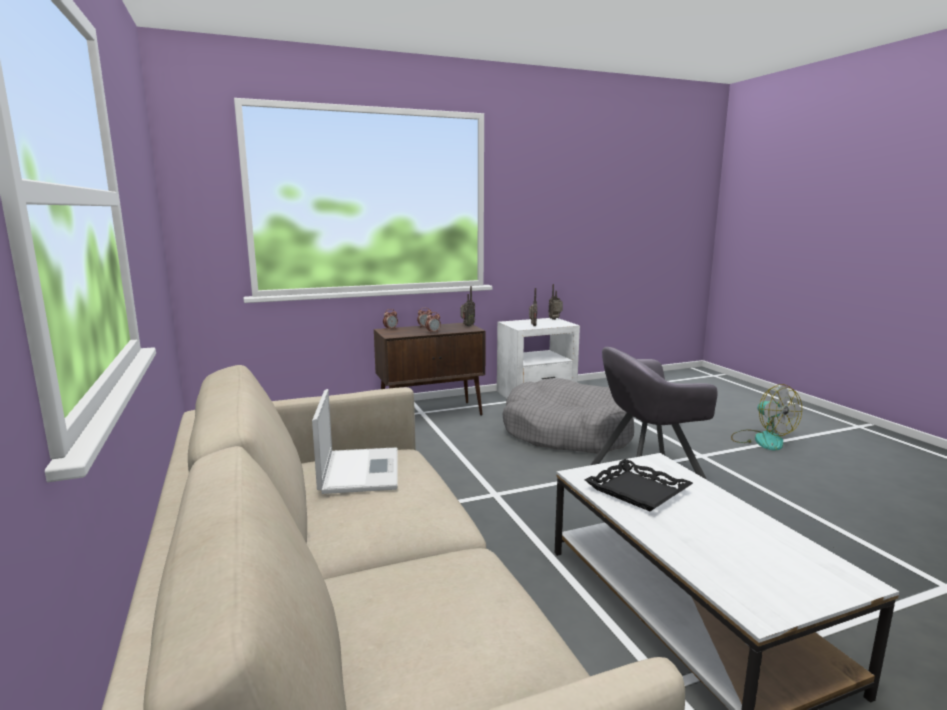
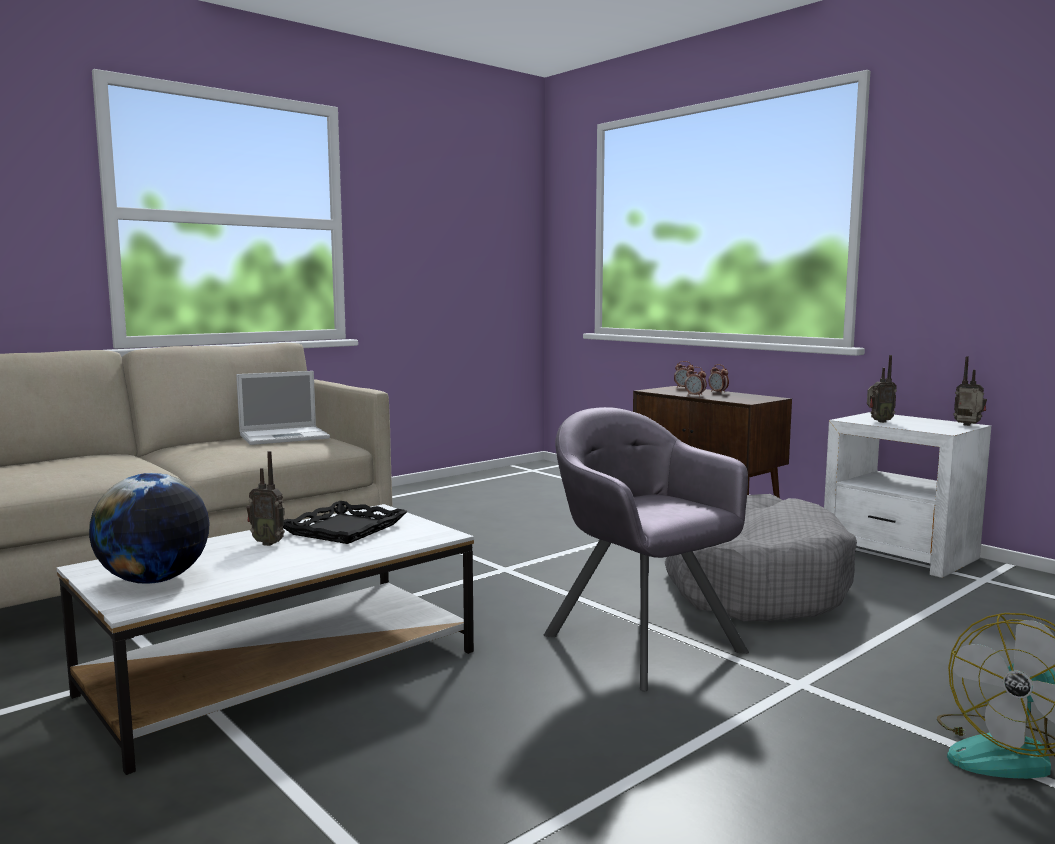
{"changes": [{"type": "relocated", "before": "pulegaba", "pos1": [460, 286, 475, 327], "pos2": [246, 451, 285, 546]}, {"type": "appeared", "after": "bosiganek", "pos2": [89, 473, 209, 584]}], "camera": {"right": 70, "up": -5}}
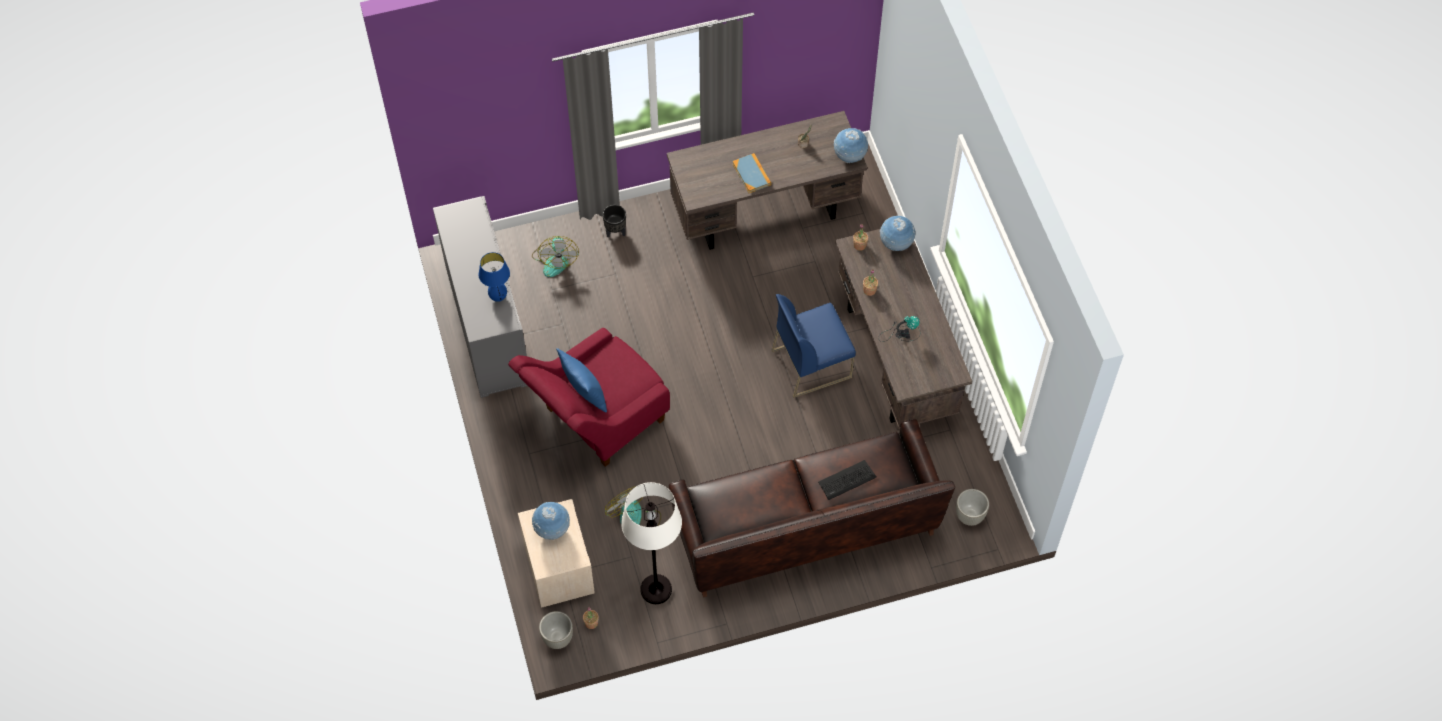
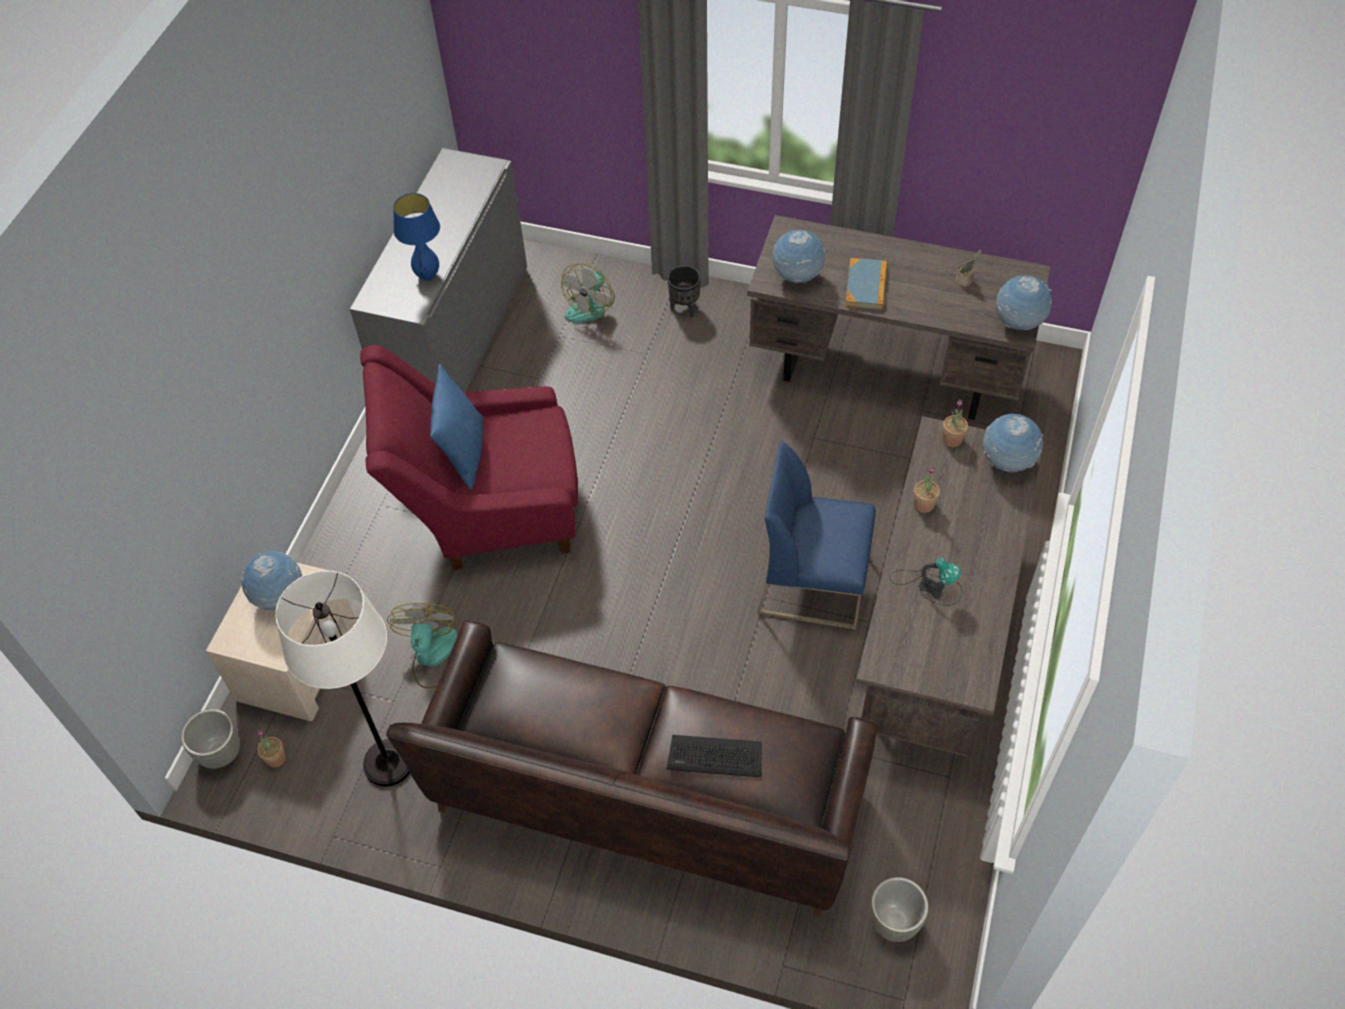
{"changes": [{"type": "appeared", "after": "bosiganek", "pos2": [772, 230, 825, 283]}], "camera": {"right": 35, "up": -5}}
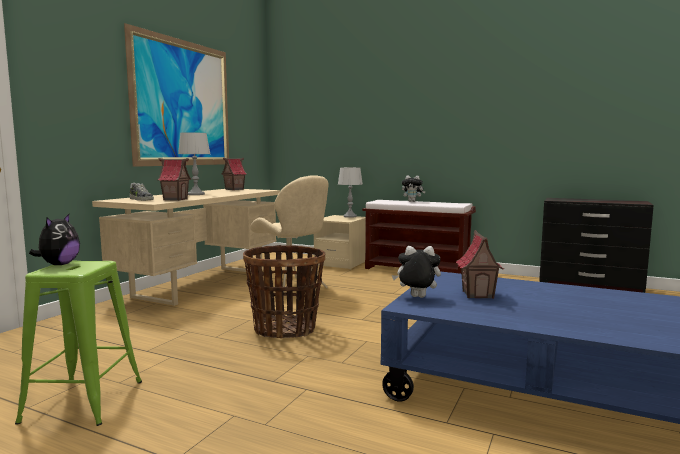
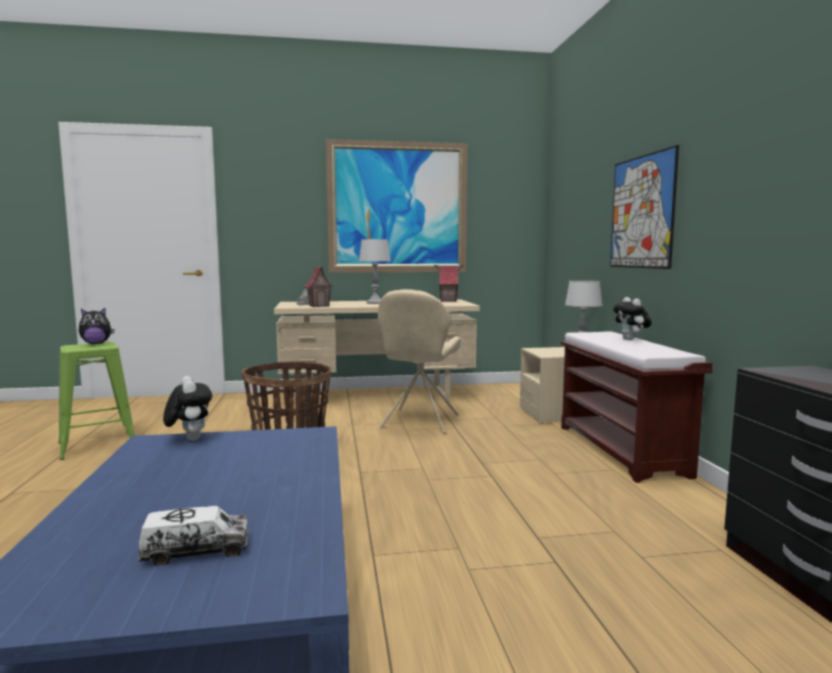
{"changes": [{"type": "missing", "before": "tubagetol", "pos1": [456, 230, 504, 299]}, {"type": "appeared", "after": "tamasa", "pos2": [138, 506, 248, 566]}, {"type": "appeared", "after": "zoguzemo", "pos2": [610, 145, 679, 269]}], "camera": {"right": 55, "up": 0}}
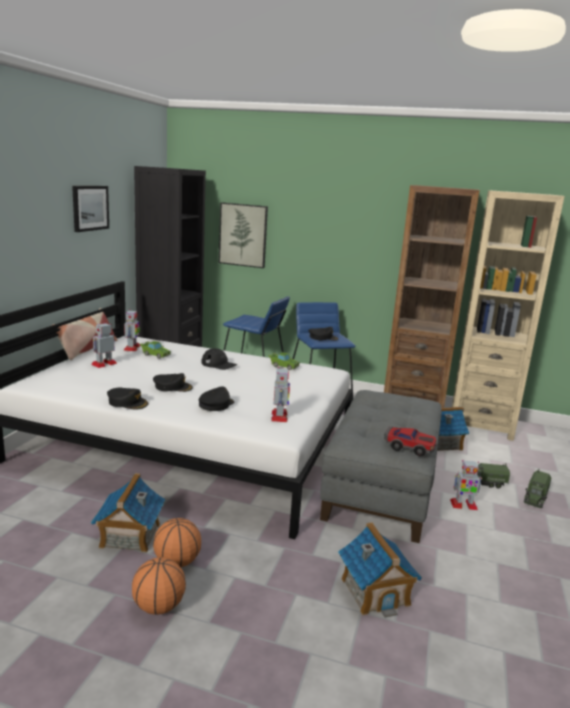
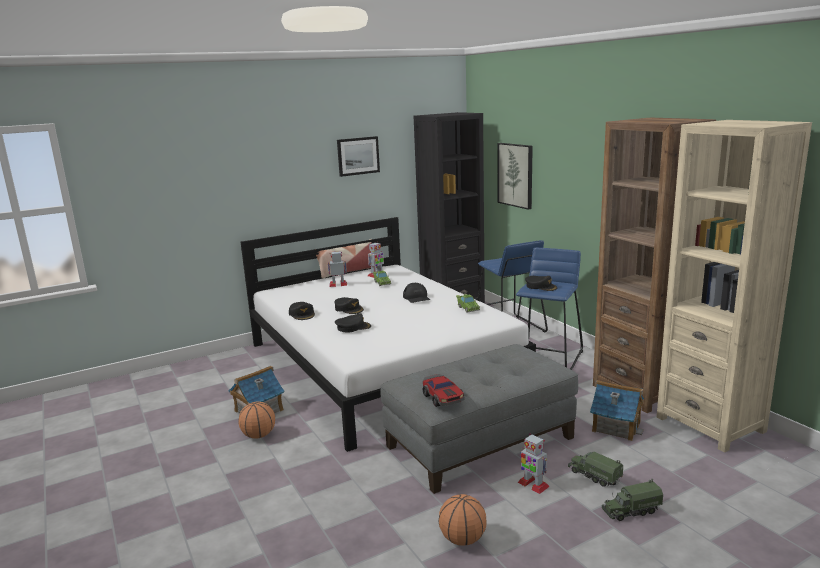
{"changes": [{"type": "relocated", "before": "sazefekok", "pos1": [132, 557, 186, 615], "pos2": [439, 494, 486, 546]}, {"type": "missing", "before": "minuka", "pos1": [271, 367, 290, 422]}, {"type": "missing", "before": "tubagetol", "pos1": [338, 522, 422, 617]}], "camera": {"right": 45, "up": 0}}
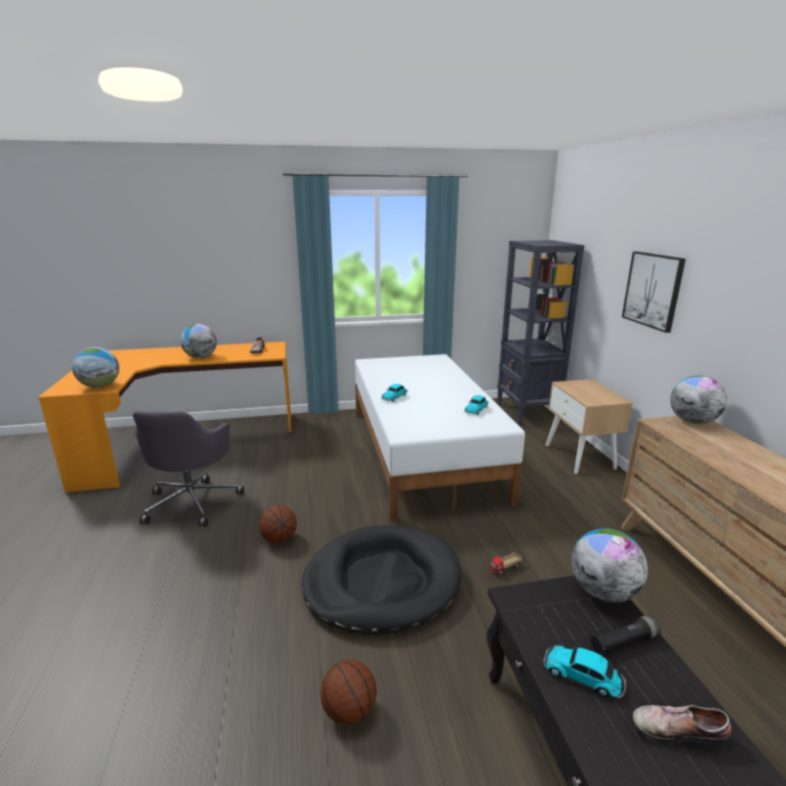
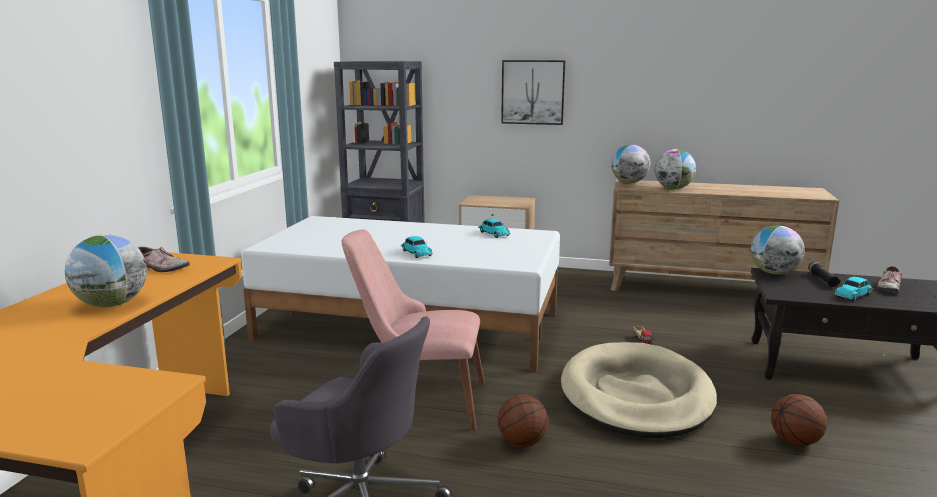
{"changes": [{"type": "relocated", "before": "bosiganek", "pos1": [72, 347, 119, 388], "pos2": [655, 149, 696, 189]}, {"type": "colour", "before": "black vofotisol", "after": "beige vofotisol", "pos1": [302, 525, 461, 635], "pos2": [561, 342, 717, 438]}, {"type": "appeared", "after": "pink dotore", "pos2": [342, 229, 485, 431]}], "camera": {"right": -65, "up": -5}}
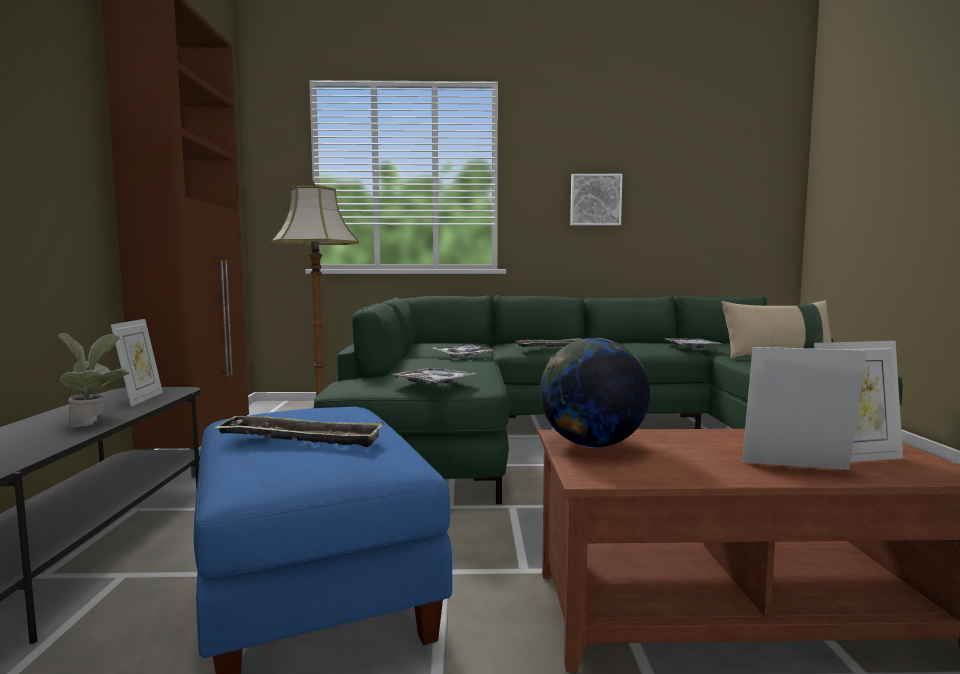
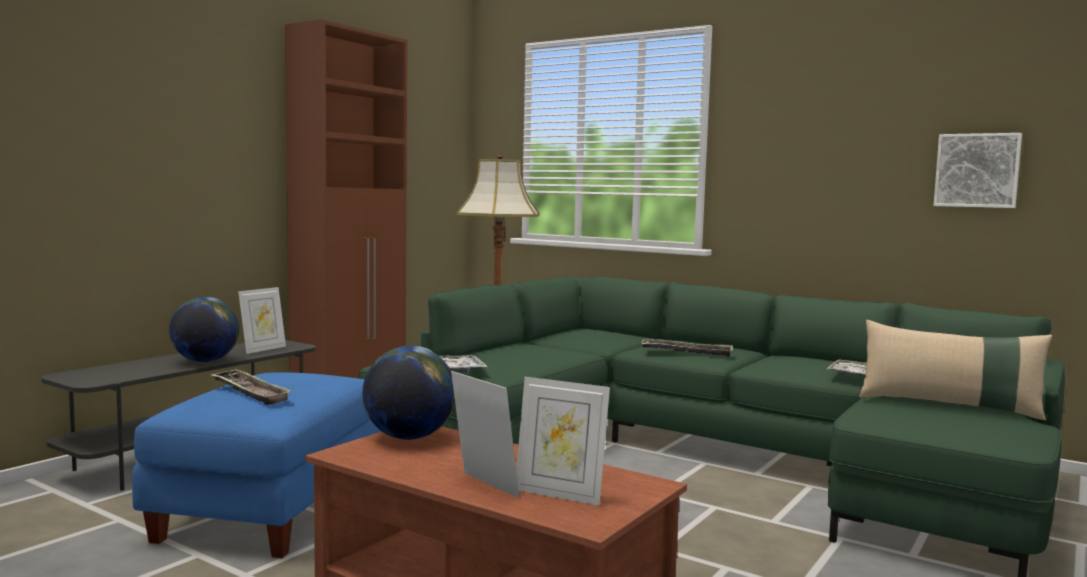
{"changes": [{"type": "exchanged", "before": "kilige", "after": "bosiganek", "pos1": [58, 333, 130, 428], "pos2": [169, 297, 239, 362]}, {"type": "missing", "before": "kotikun", "pos1": [433, 344, 494, 358]}, {"type": "relocated", "before": "zoguzemo", "pos1": [570, 174, 622, 226], "pos2": [933, 133, 1022, 208]}], "camera": {"right": 35, "up": 0}}
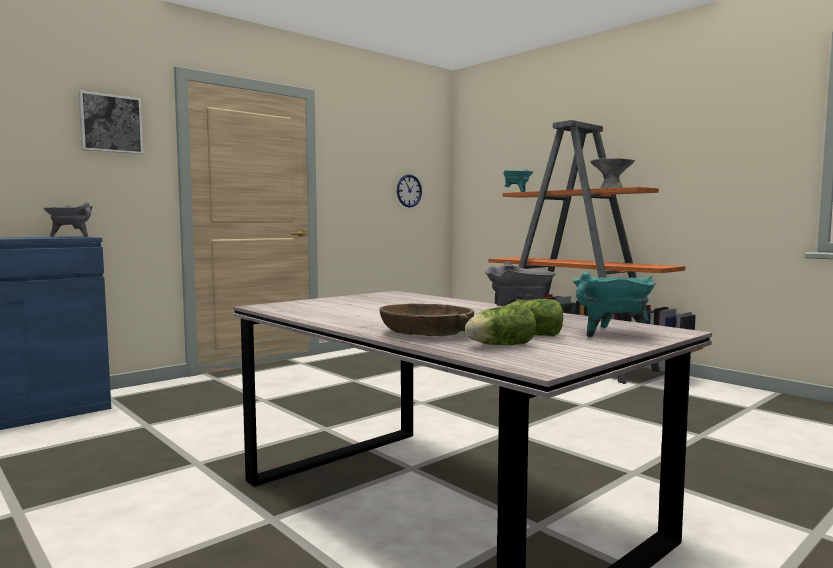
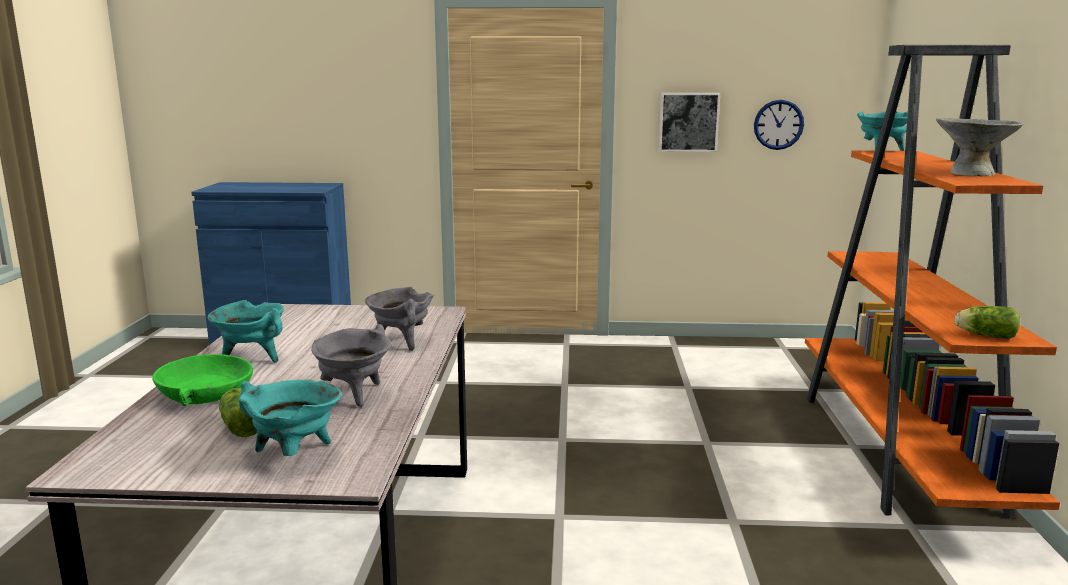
{"changes": [{"type": "relocated", "before": "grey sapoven", "pos1": [43, 202, 93, 237], "pos2": [365, 287, 434, 351]}, {"type": "relocated", "before": "zoguzemo", "pos1": [78, 91, 143, 154], "pos2": [659, 93, 720, 152]}, {"type": "colour", "before": "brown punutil", "after": "green punutil", "pos1": [379, 304, 474, 336], "pos2": [152, 354, 253, 406]}, {"type": "relocated", "before": "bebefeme", "pos1": [465, 305, 536, 345], "pos2": [954, 306, 1020, 339]}, {"type": "appeared", "after": "turquoise sapoven", "pos2": [208, 300, 284, 363]}], "camera": {"right": 45, "up": 10}}
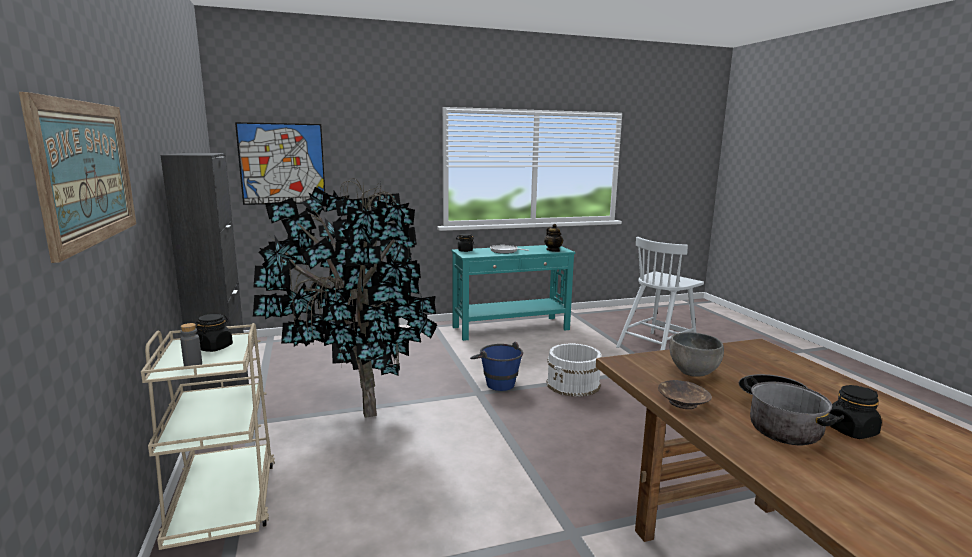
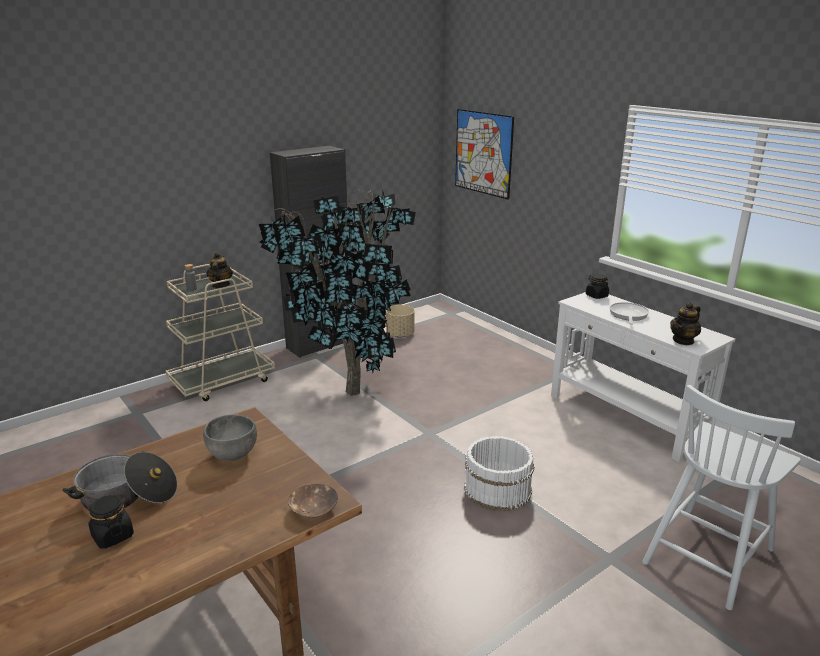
{"changes": [{"type": "missing", "before": "zoguzemo", "pos1": [19, 92, 136, 263]}, {"type": "exchanged", "before": "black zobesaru", "after": "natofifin", "pos1": [196, 314, 233, 352], "pos2": [207, 252, 233, 288]}, {"type": "colour", "before": "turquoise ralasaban", "after": "white ralasaban", "pos1": [451, 245, 575, 341], "pos2": [551, 292, 735, 462]}, {"type": "missing", "before": "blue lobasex", "pos1": [470, 341, 523, 391]}, {"type": "spun", "before": "white dotore", "pos1": [616, 237, 704, 350], "pos2": [642, 385, 801, 610], "turn": -75}, {"type": "relocated", "before": "brown punutil", "pos1": [658, 380, 712, 409], "pos2": [288, 484, 338, 518]}, {"type": "appeared", "after": "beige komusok", "pos2": [386, 305, 415, 338]}], "camera": {"right": 70, "up": 10}}
